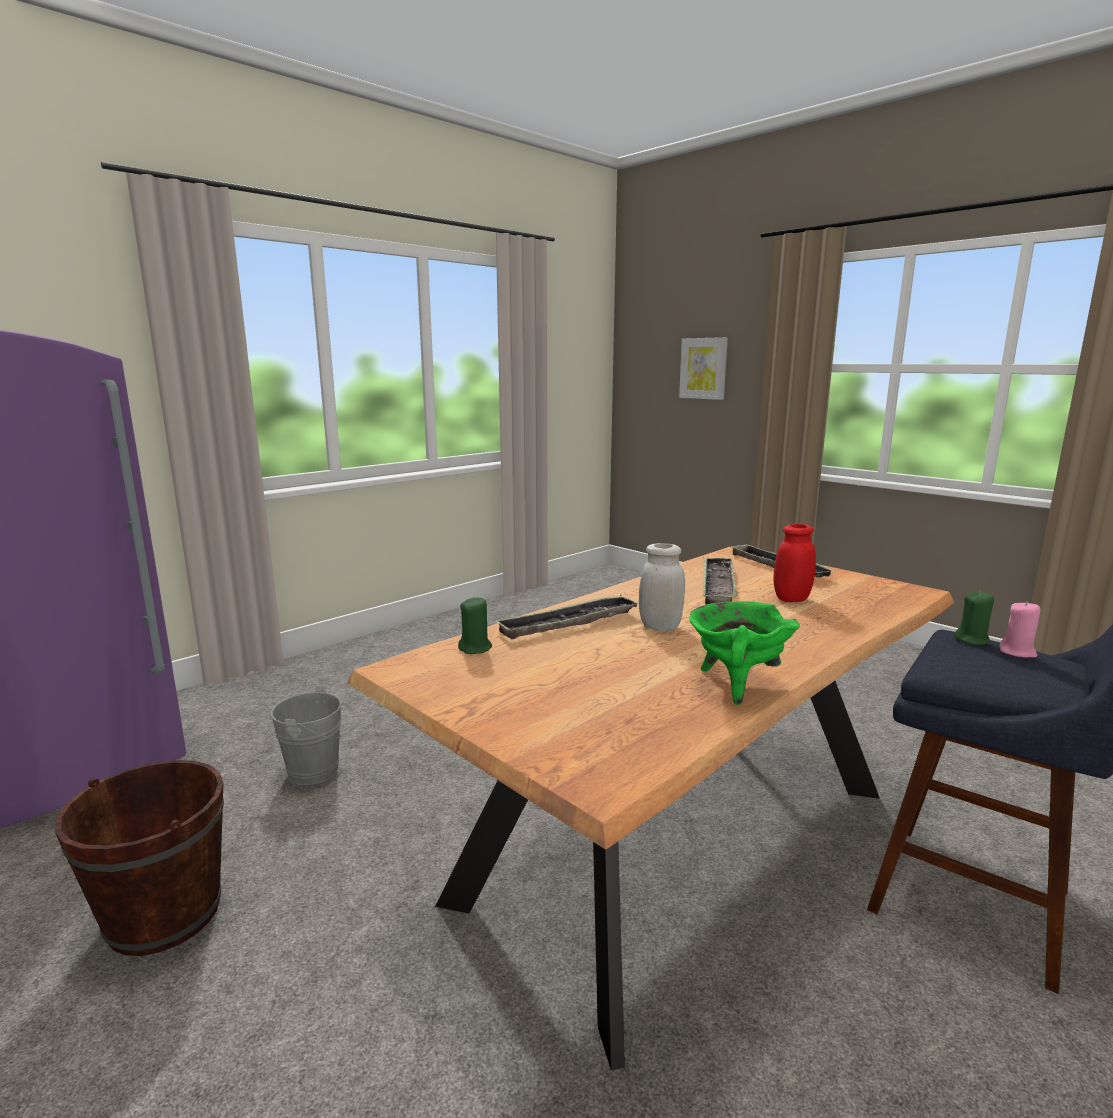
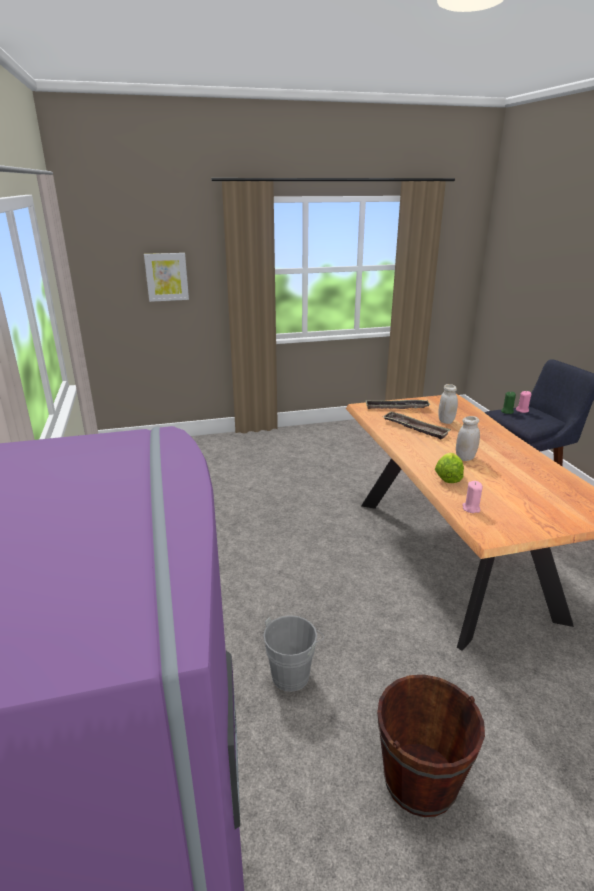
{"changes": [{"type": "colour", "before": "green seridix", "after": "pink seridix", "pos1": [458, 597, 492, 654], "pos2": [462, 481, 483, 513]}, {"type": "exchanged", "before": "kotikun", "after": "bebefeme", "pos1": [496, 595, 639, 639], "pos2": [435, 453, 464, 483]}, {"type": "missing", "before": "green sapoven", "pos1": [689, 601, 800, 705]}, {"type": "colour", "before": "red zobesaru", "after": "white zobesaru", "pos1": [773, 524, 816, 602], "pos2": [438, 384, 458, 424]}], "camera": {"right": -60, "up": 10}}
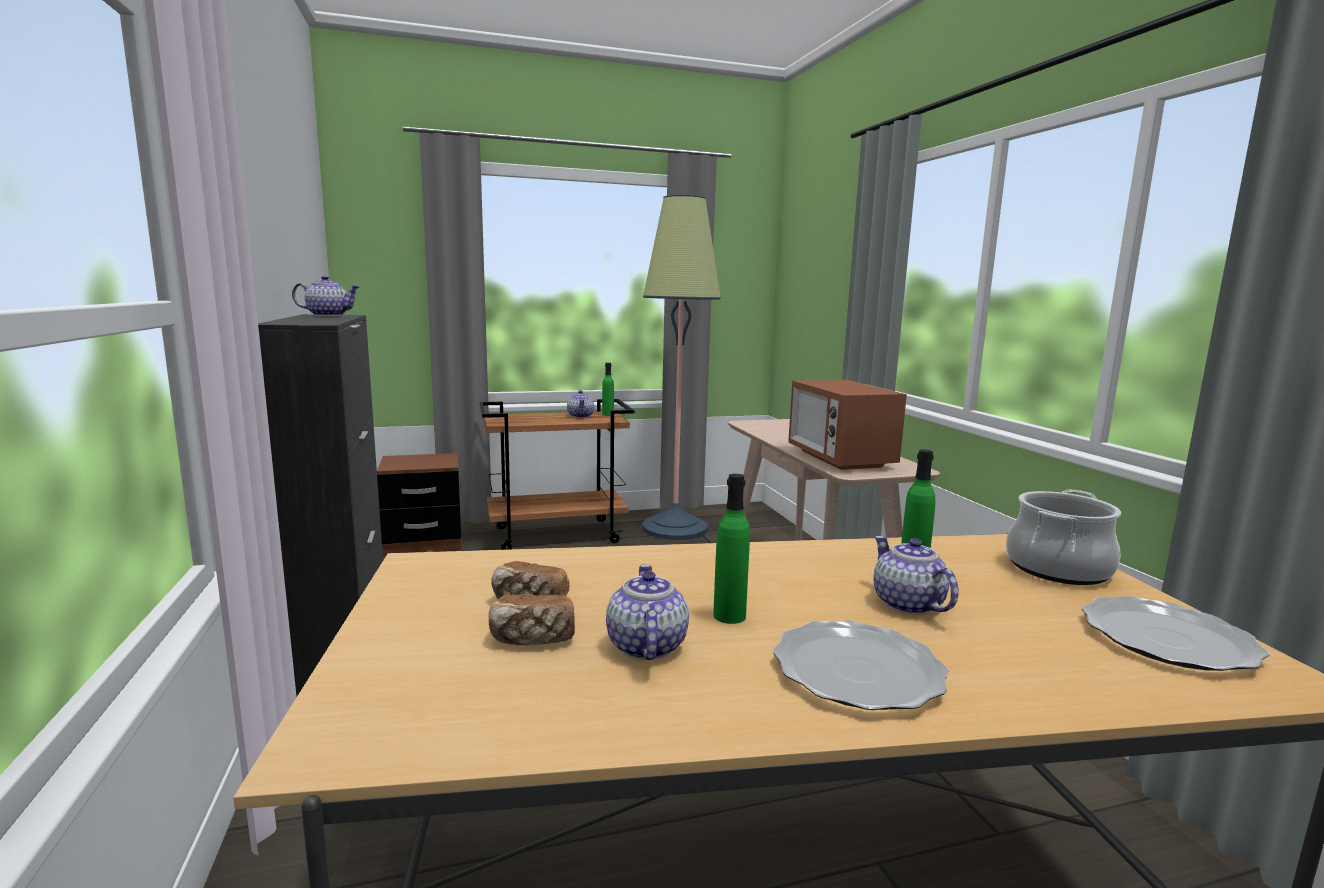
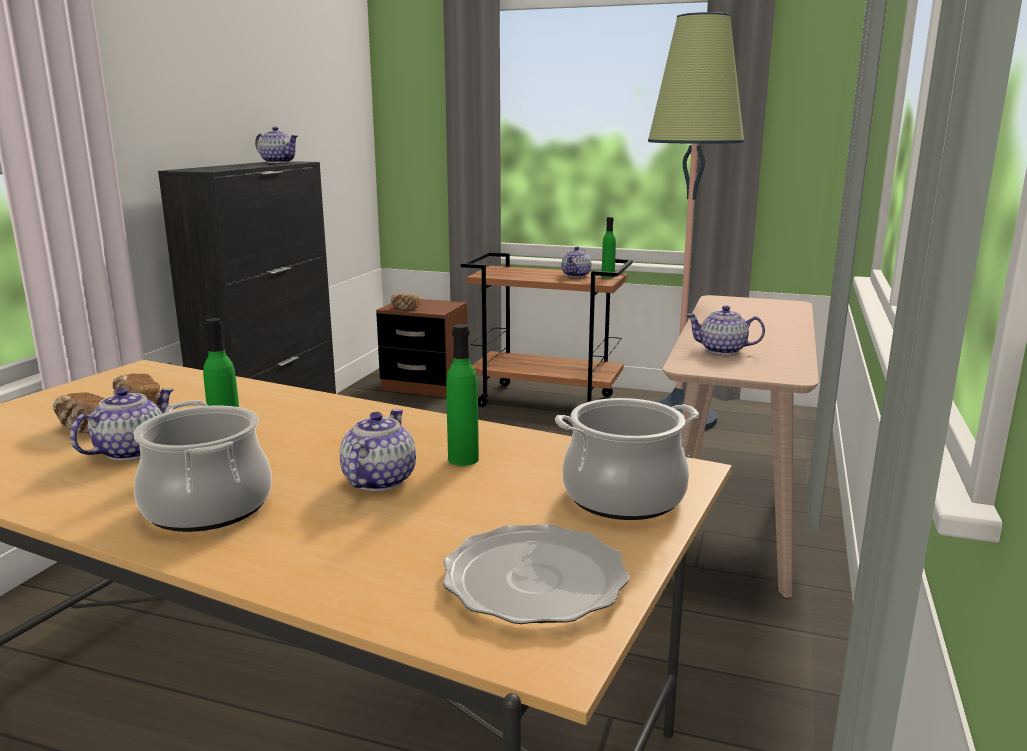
{"changes": [{"type": "exchanged", "before": "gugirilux", "after": "sapoven", "pos1": [773, 620, 949, 710], "pos2": [134, 400, 272, 532]}, {"type": "exchanged", "before": "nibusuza", "after": "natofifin", "pos1": [788, 380, 907, 470], "pos2": [686, 306, 765, 355]}, {"type": "appeared", "after": "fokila", "pos2": [391, 294, 421, 310]}], "camera": {"right": 35, "up": 5}}
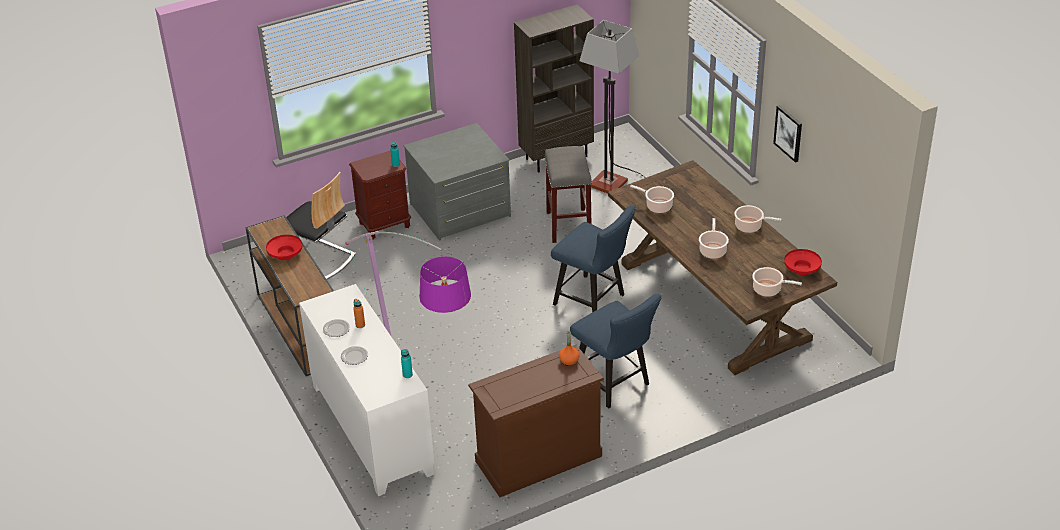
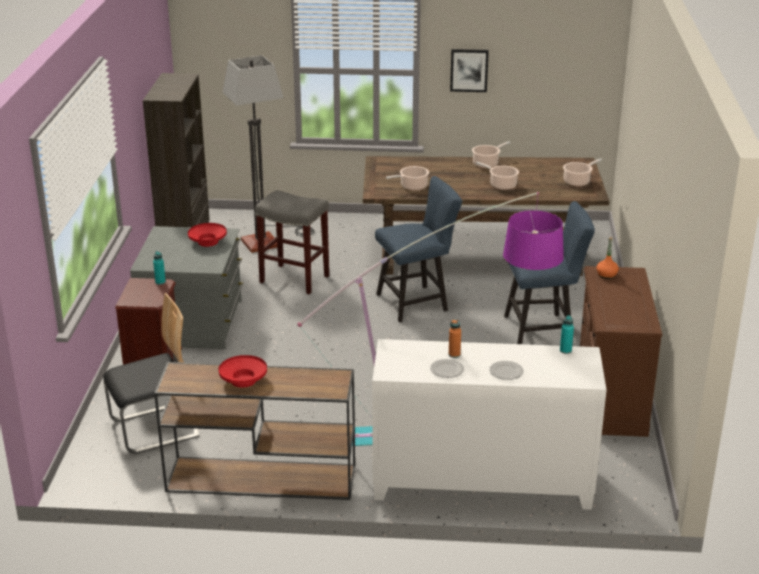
{"changes": [{"type": "relocated", "before": "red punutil", "pos1": [784, 249, 822, 275], "pos2": [188, 223, 227, 247]}], "camera": {"right": -60, "up": -10}}
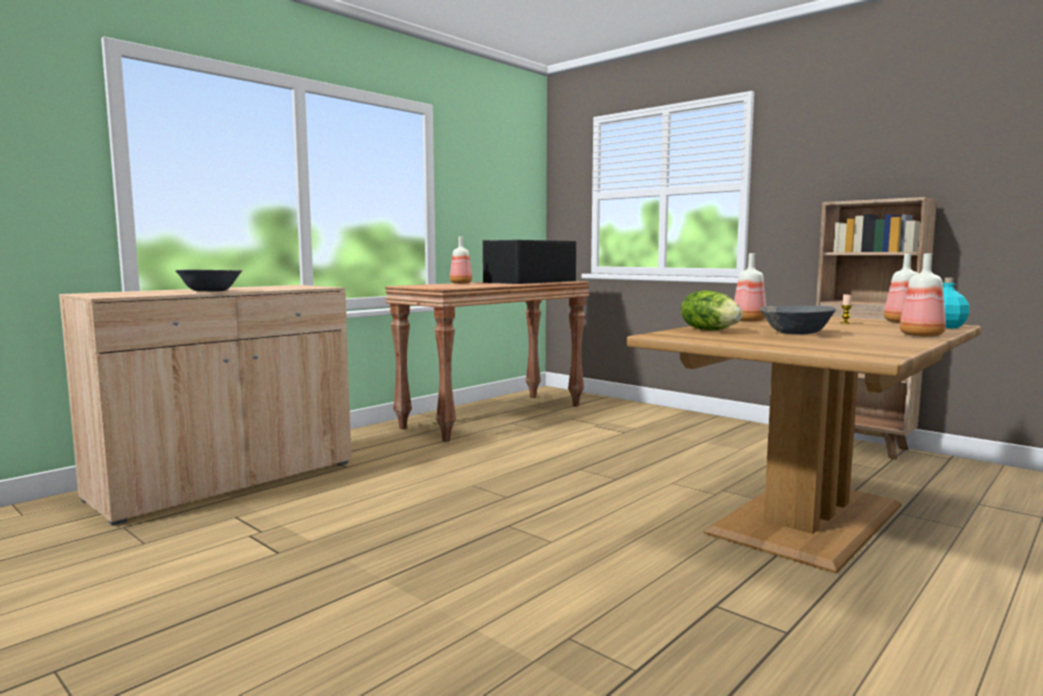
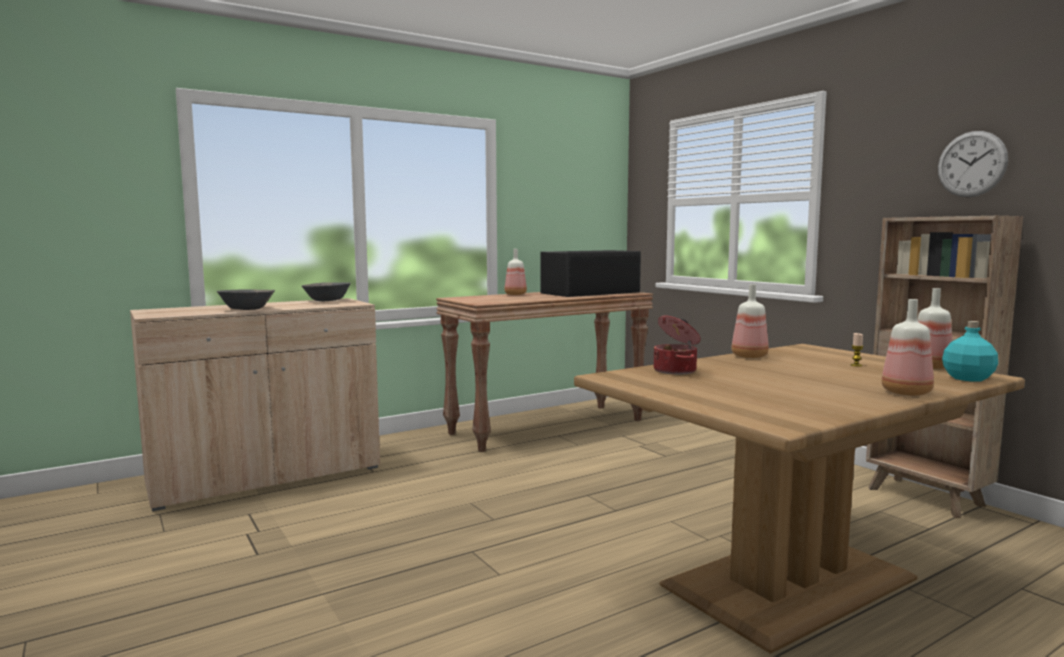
{"changes": [{"type": "exchanged", "before": "bebefeme", "after": "sapoven", "pos1": [681, 290, 743, 330], "pos2": [653, 316, 701, 375]}, {"type": "relocated", "before": "grey punutil", "pos1": [760, 305, 836, 334], "pos2": [302, 282, 351, 301]}, {"type": "appeared", "after": "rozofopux", "pos2": [938, 131, 1008, 197]}], "camera": {"right": 15, "up": 0}}
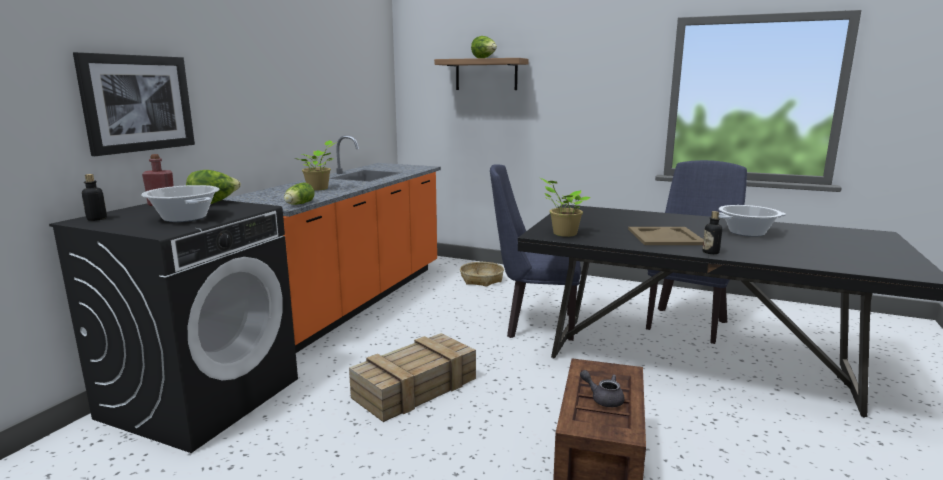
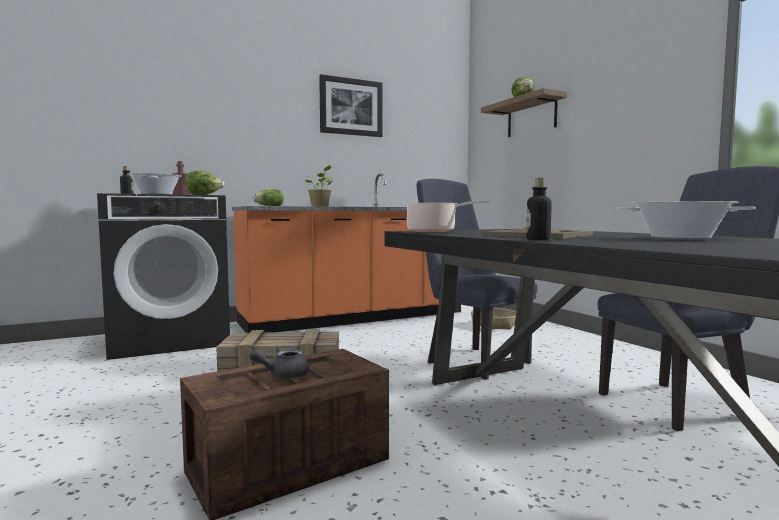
{"changes": [{"type": "relocated", "before": "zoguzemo", "pos1": [73, 52, 195, 156], "pos2": [319, 74, 383, 137]}, {"type": "exchanged", "before": "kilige", "after": "sapoven", "pos1": [540, 178, 590, 237], "pos2": [405, 200, 491, 232]}, {"type": "spun", "before": "grey natofifin", "pos1": [580, 370, 625, 407], "pos2": [250, 347, 309, 379], "turn": -105}], "camera": {"right": 40, "up": -10}}
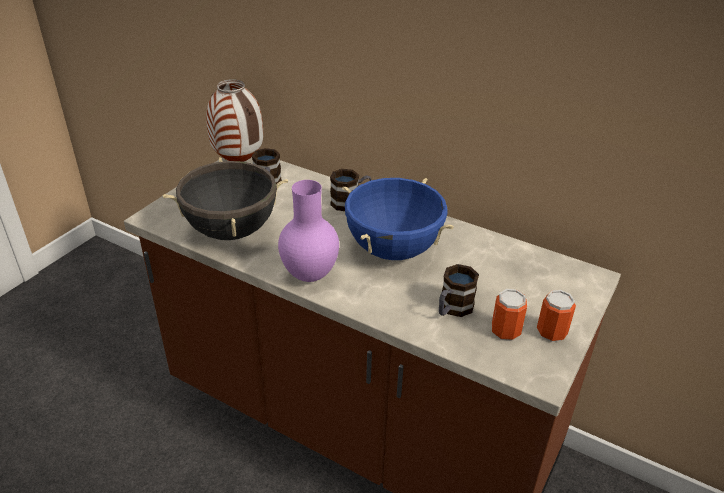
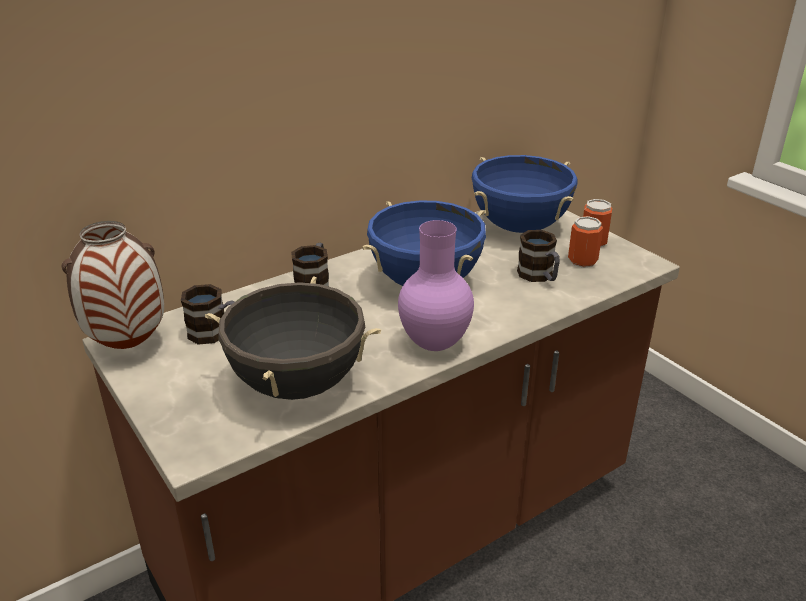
{"changes": [{"type": "appeared", "after": "blue sapoven", "pos2": [472, 155, 577, 233]}], "camera": {"right": -65, "up": -5}}
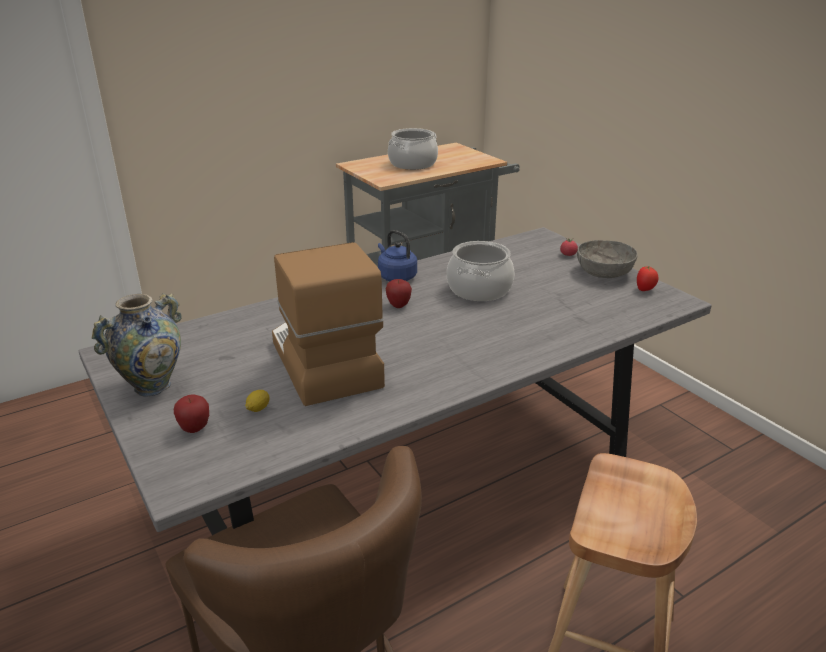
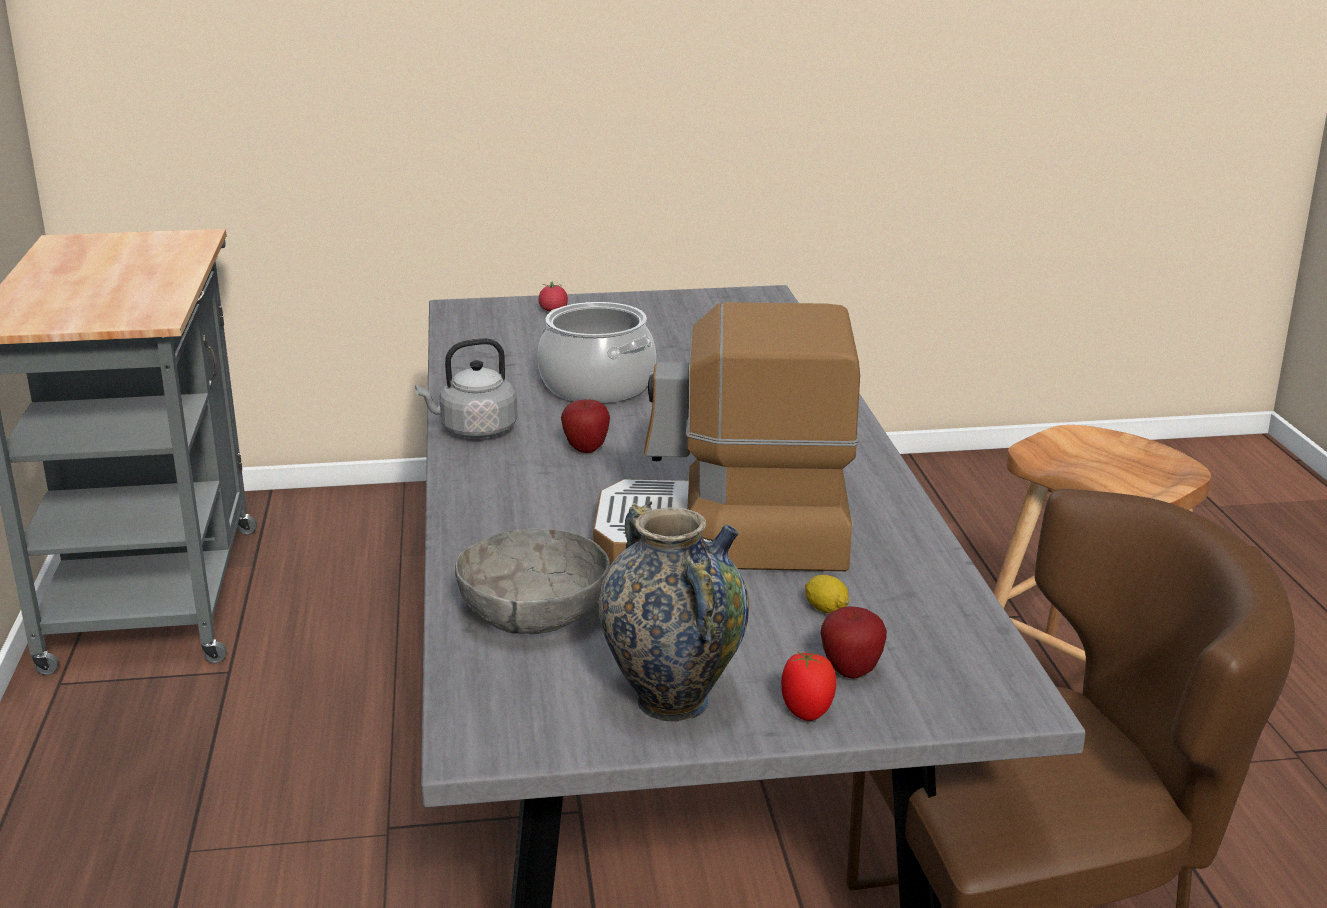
{"changes": [{"type": "colour", "before": "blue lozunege", "after": "grey lozunege", "pos1": [378, 230, 417, 281], "pos2": [415, 338, 518, 438]}, {"type": "missing", "before": "sapoven", "pos1": [388, 128, 438, 170]}, {"type": "relocated", "before": "grey punutil", "pos1": [577, 240, 638, 278], "pos2": [455, 528, 610, 634]}, {"type": "relocated", "before": "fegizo", "pos1": [637, 266, 658, 291], "pos2": [781, 651, 837, 721]}], "camera": {"right": -65, "up": -5}}
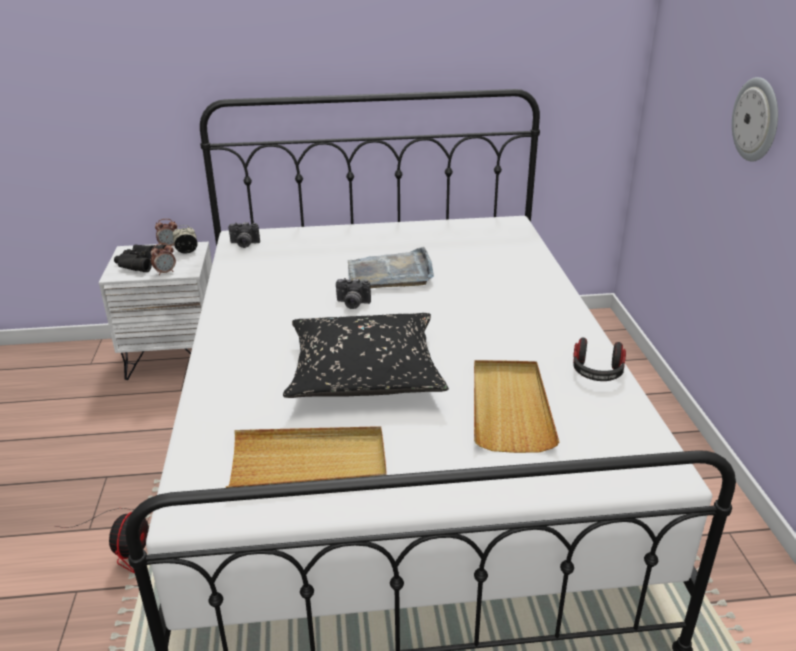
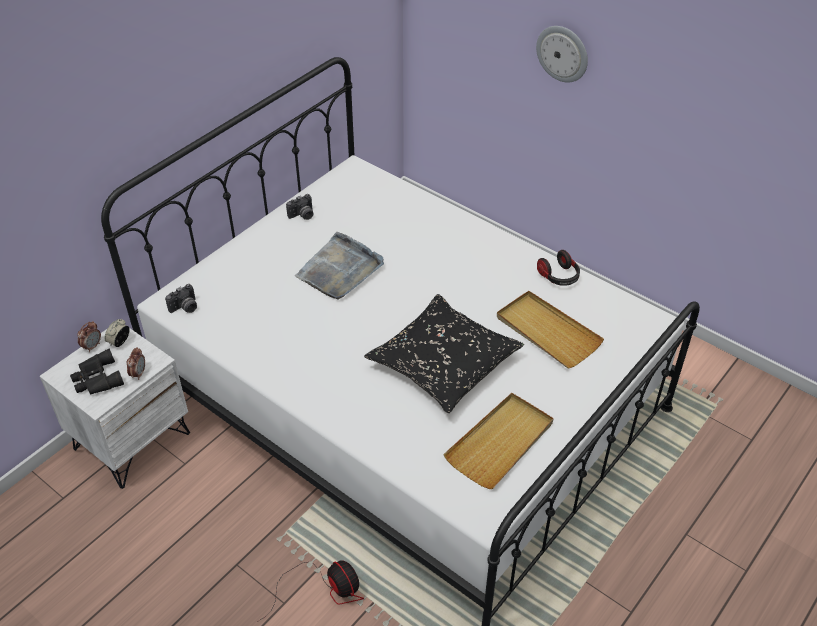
{"changes": [{"type": "relocated", "before": "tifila", "pos1": [336, 278, 371, 309], "pos2": [286, 194, 313, 220]}], "camera": {"right": -45, "up": 15}}
